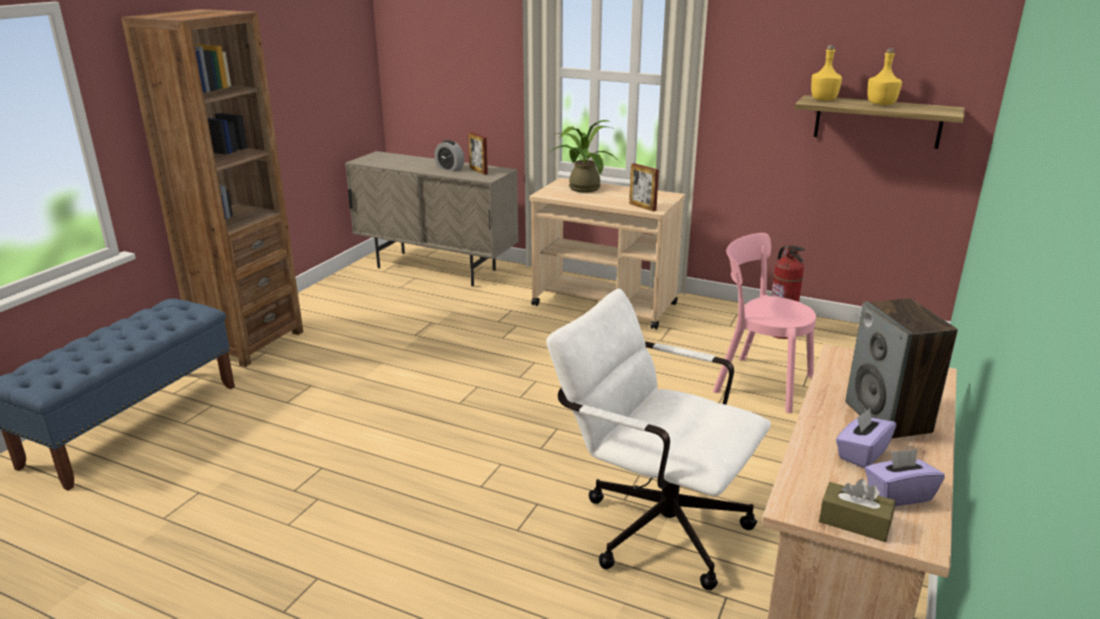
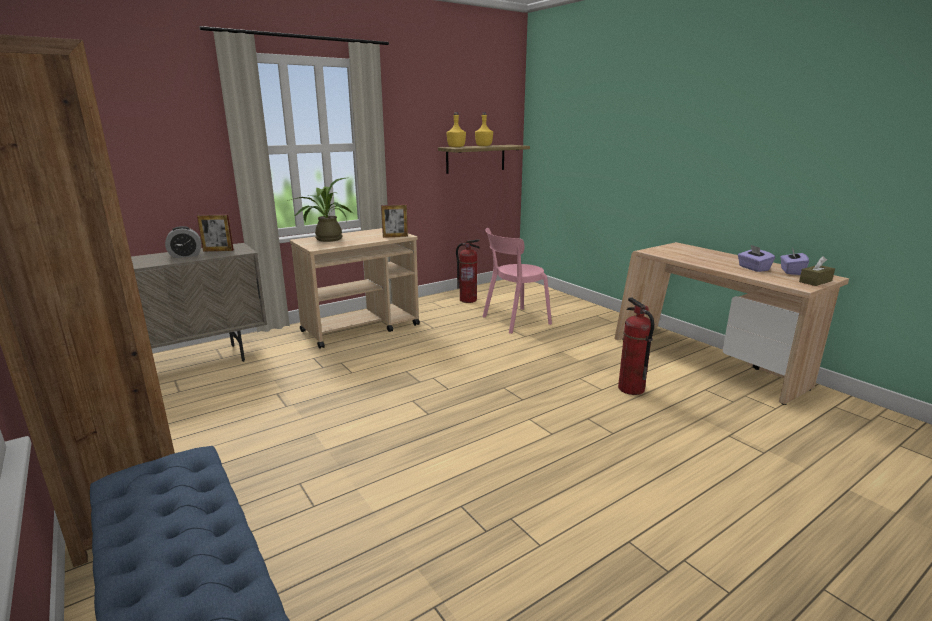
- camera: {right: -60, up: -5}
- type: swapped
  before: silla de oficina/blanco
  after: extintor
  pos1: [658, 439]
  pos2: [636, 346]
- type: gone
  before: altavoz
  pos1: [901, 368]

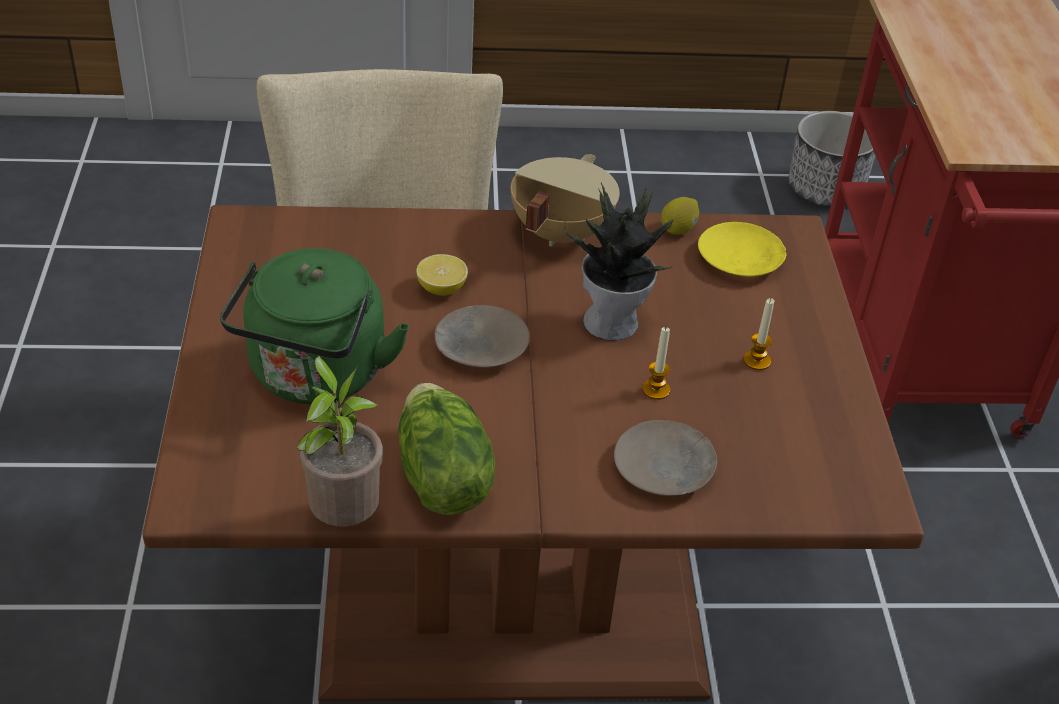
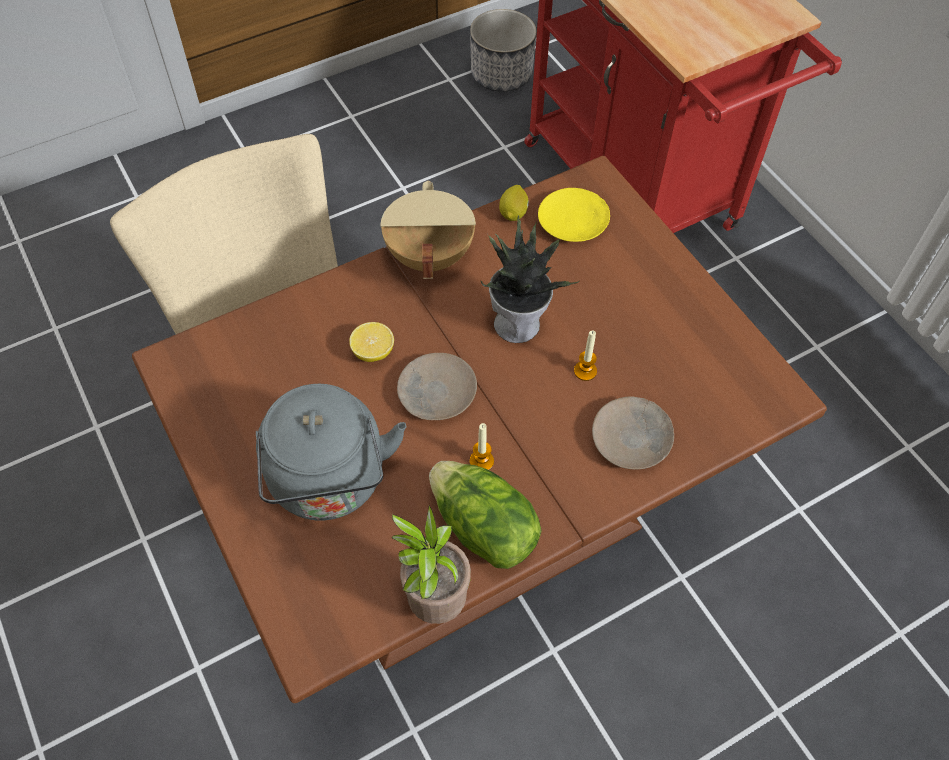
- camera: {right: -25, up: 15}
- type: repainted
  before: hervidor/verde
  after: hervidor/gris
  pos1: [315, 326]
  pos2: [331, 452]
- type: shifted
  before: vela
  pos1: [758, 334]
  pos2: [482, 446]

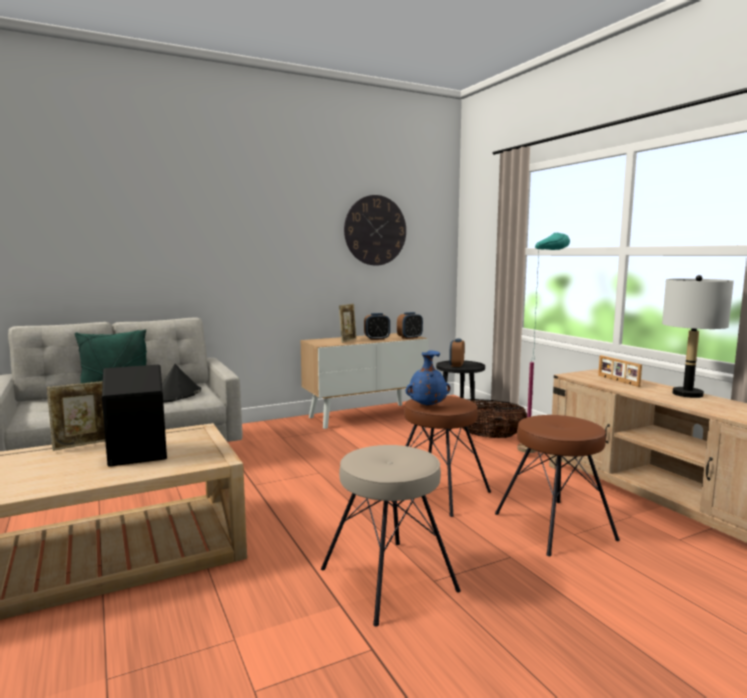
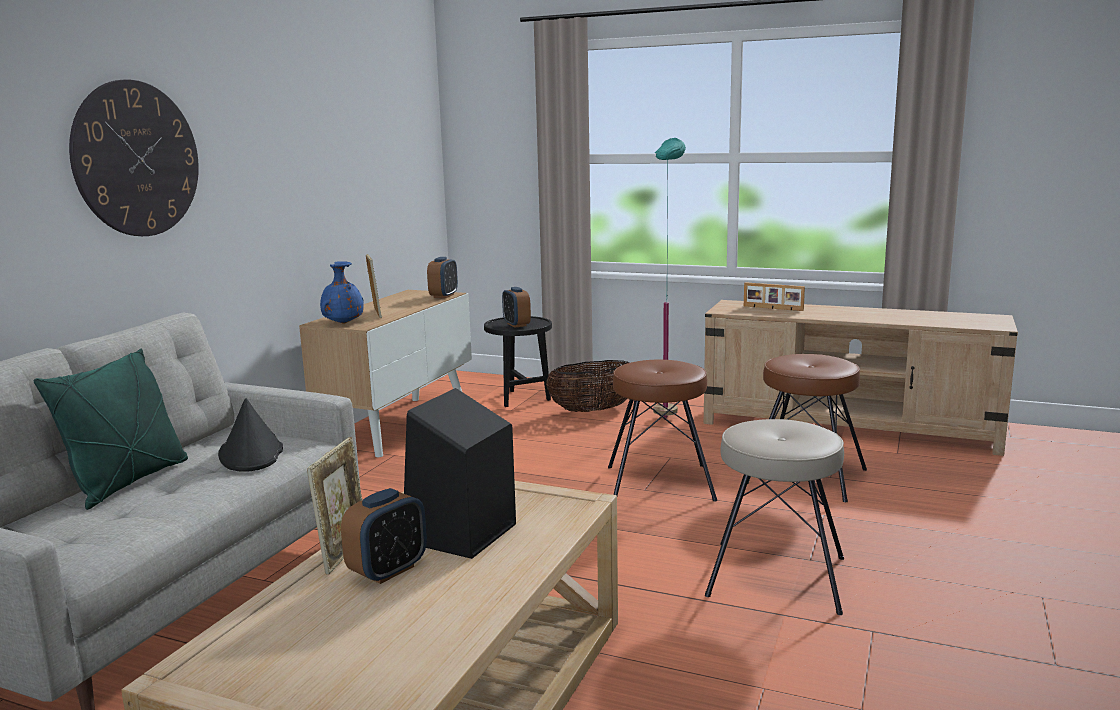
- camera: {right: -40, up: 5}
- type: shifted
  before: reloj de pared
  pos1: [375, 230]
  pos2: [134, 157]
- type: gone
  before: lámpara de mesa/gris
  pos1: [698, 336]
- type: shifted
  before: despertador
  pos1: [377, 326]
  pos2: [384, 536]
- type: shifted
  before: florero/azul
  pos1: [428, 378]
  pos2: [342, 292]

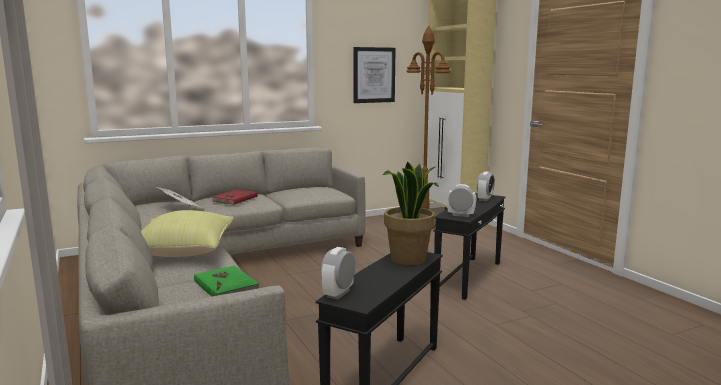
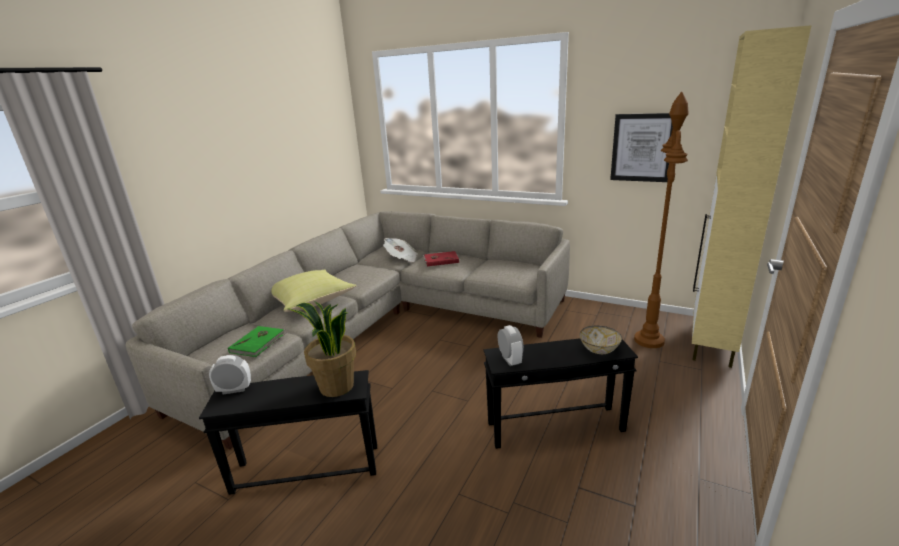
- camera: {right: 55, up: 10}
- type: swapped
  before: despertador
  after: cuenco
  pos1: [486, 186]
  pos2: [600, 339]

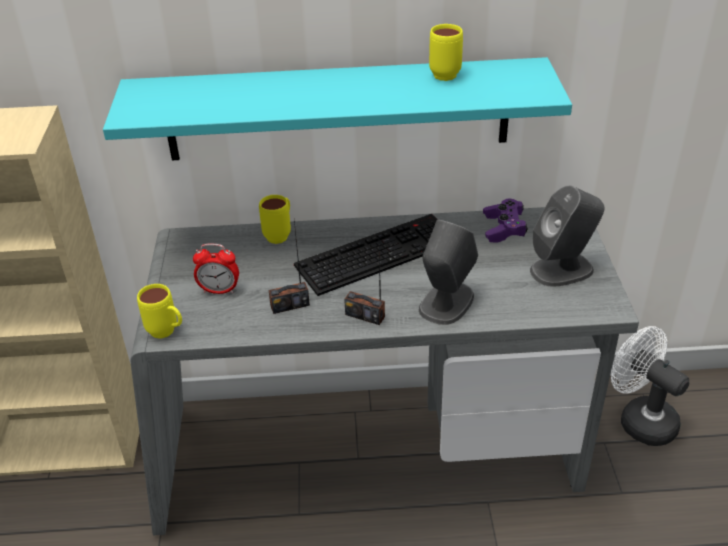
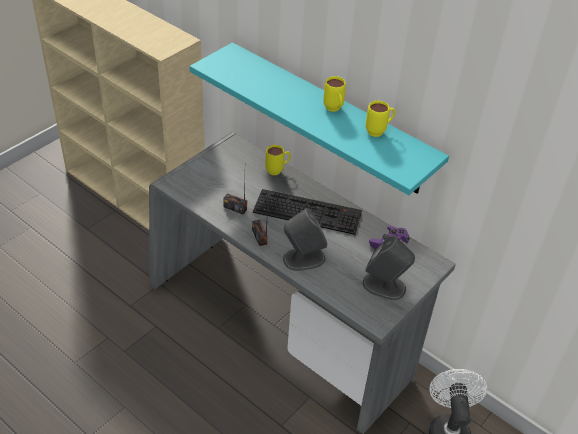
- camera: {right: 40, up: 5}
- type: gone
  before: despertador
  pos1: [216, 268]
- type: shifted
  before: taza grande/amarillo
  pos1: [159, 311]
  pos2: [334, 94]

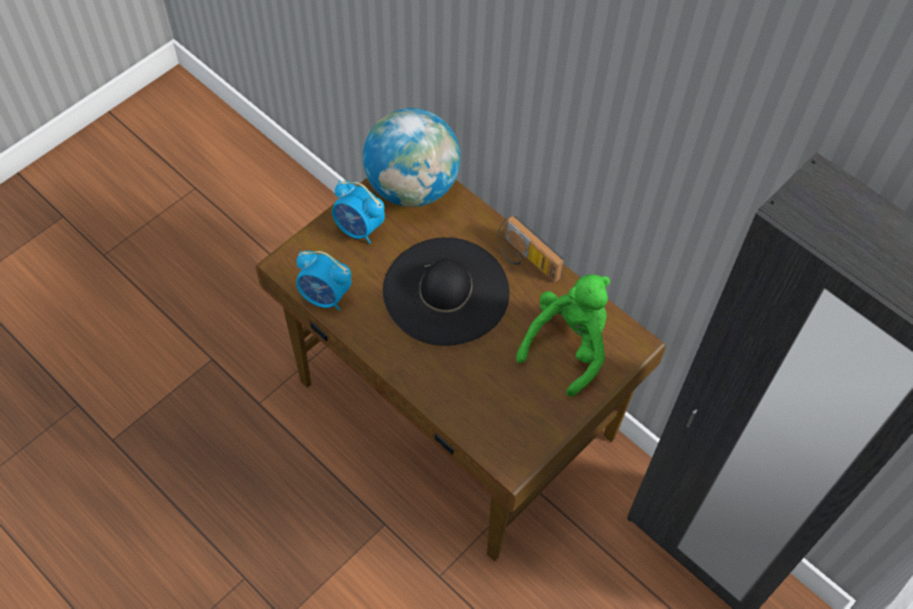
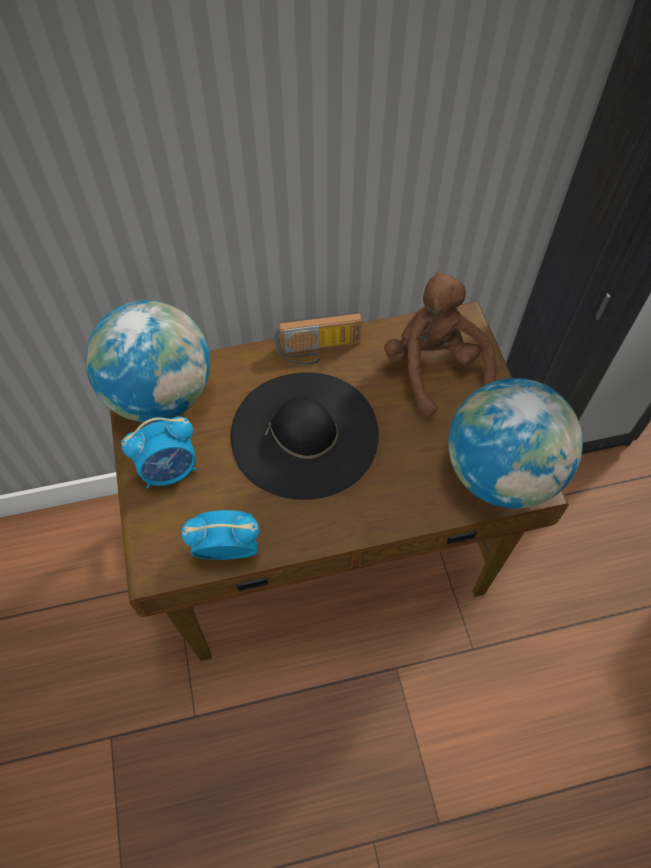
- camera: {right: -55, up: 0}
- type: rotated
  before: despertador
  pos1: [323, 281]
  pos2: [220, 535]
  turn: -150
- type: repainted
  before: peluche/verde
  after: peluche/marrón
  pos1: [563, 335]
  pos2: [440, 344]
- type: new
  after: globo terráqueo
  pos2: [515, 443]

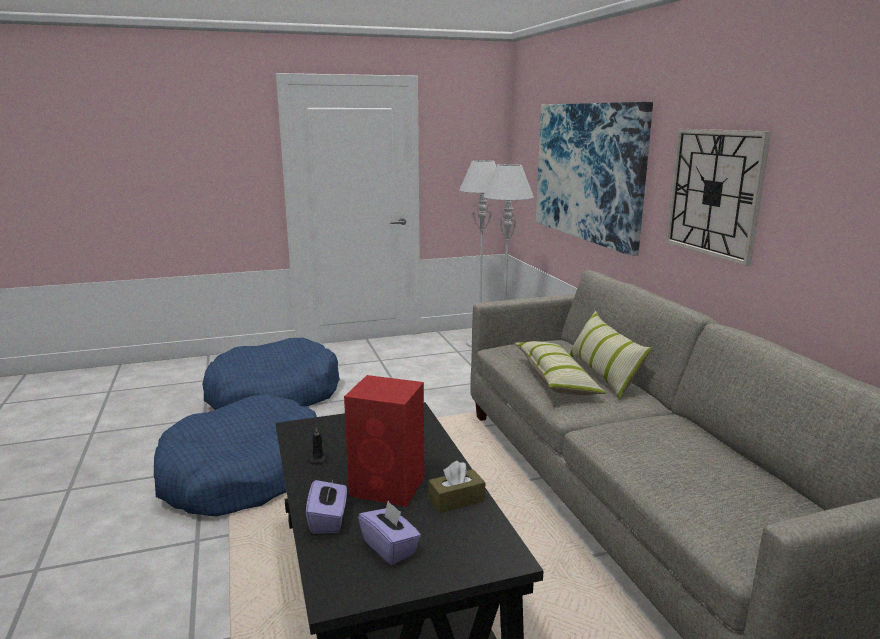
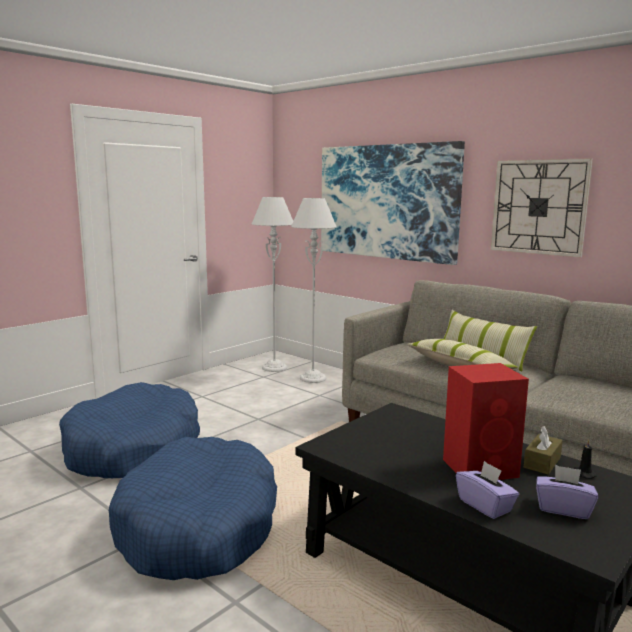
- camera: {right: -30, up: -5}
- type: shifted
  before: vela/negro
  pos1: [317, 445]
  pos2: [585, 459]

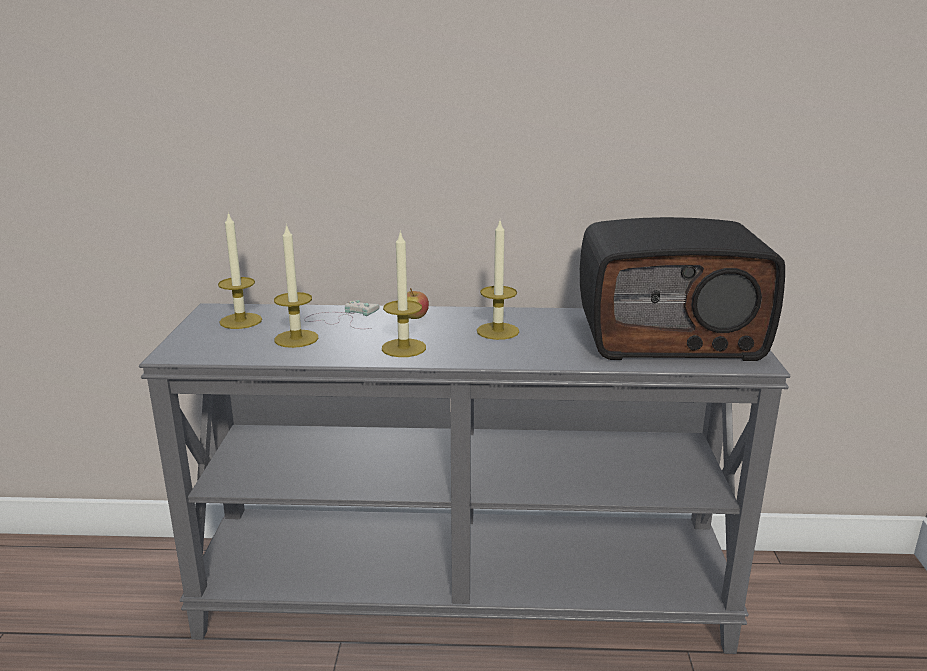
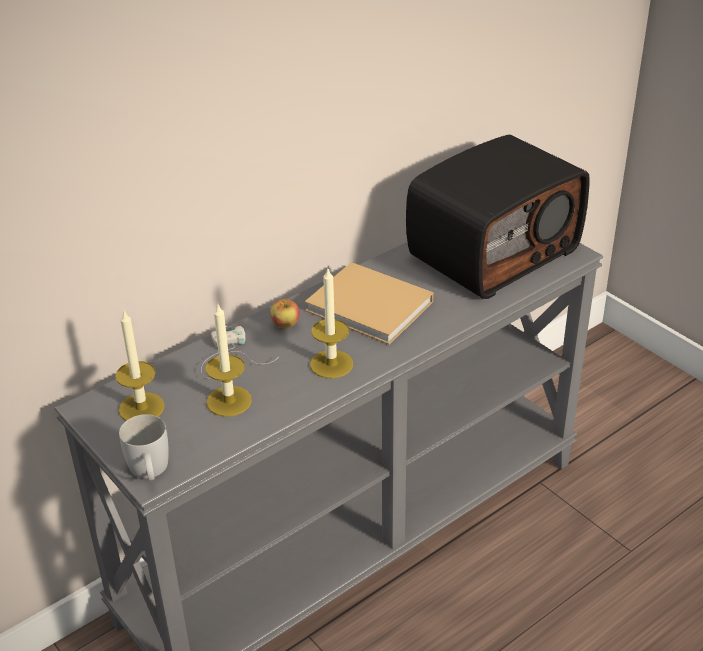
- camera: {right: -40, up: 15}
- type: swapped
  before: vela
  after: libro/beis
  pos1: [498, 280]
  pos2: [369, 303]
- type: new
  after: taza grande/blanco
  pos2: [144, 447]

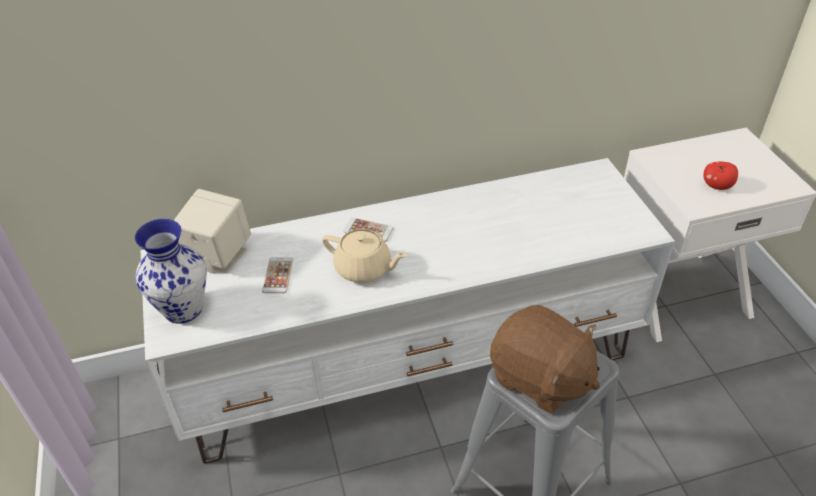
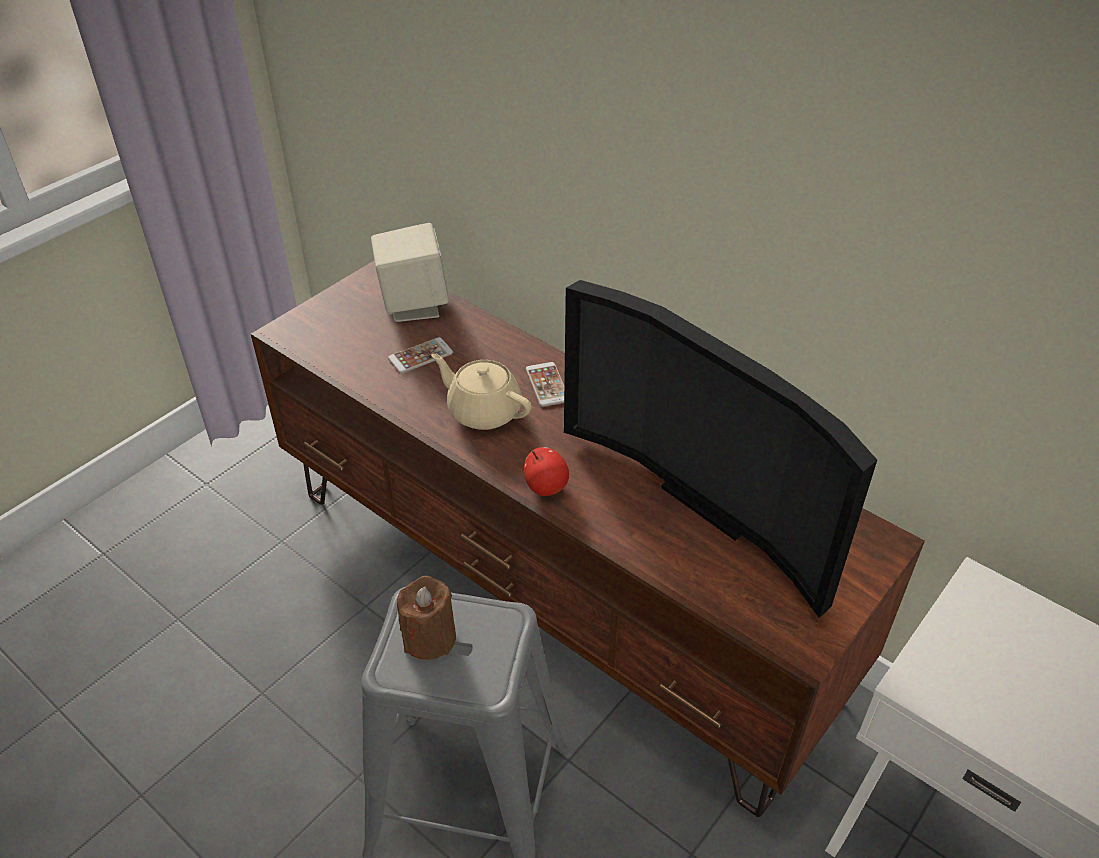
- camera: {right: 55, up: 0}
- type: repainted
  before: mueble de televisión/blanco
  after: mueble de televisión/marrón
  pos1: [408, 311]
  pos2: [588, 539]
- type: shifted
  before: manzana
  pos1: [721, 176]
  pos2: [546, 471]
- type: gone
  before: florero
  pos1: [171, 271]
- type: rotated
  before: tetera/beis
  pos1: [364, 256]
  pos2: [481, 392]
  turn: 135
- type: swapped
  before: peluche/marrón
  after: vela/marrón
  pos1: [545, 359]
  pos2: [426, 618]
- type: new
  after: televisor
  pos2: [720, 449]

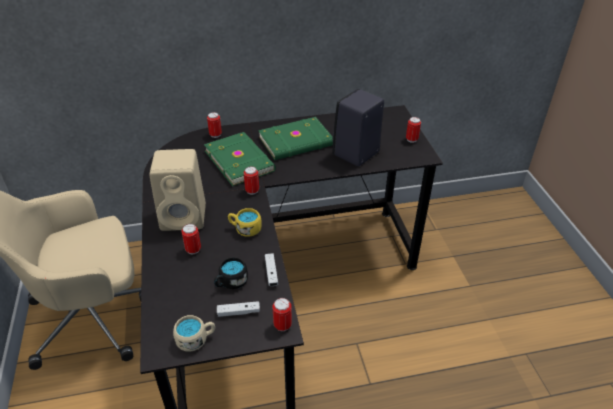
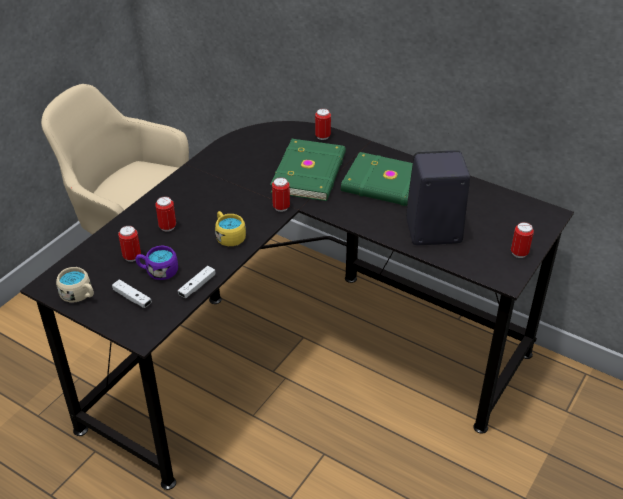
- camera: {right: 45, up: 0}
- type: gone
  before: altavoz/beis
  pos1: [178, 190]
- type: repainted
  before: taza grande/negro
  after: taza grande/morado
  pos1: [231, 273]
  pos2: [157, 263]
- type: shifted
  before: lata
  pos1: [282, 314]
  pos2: [129, 244]

